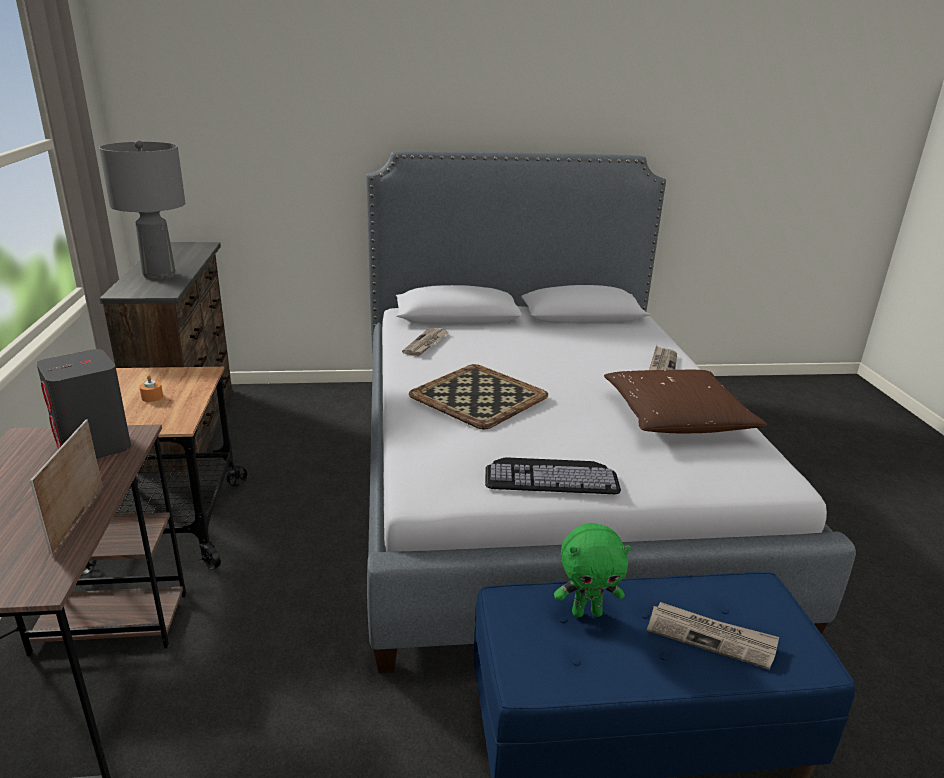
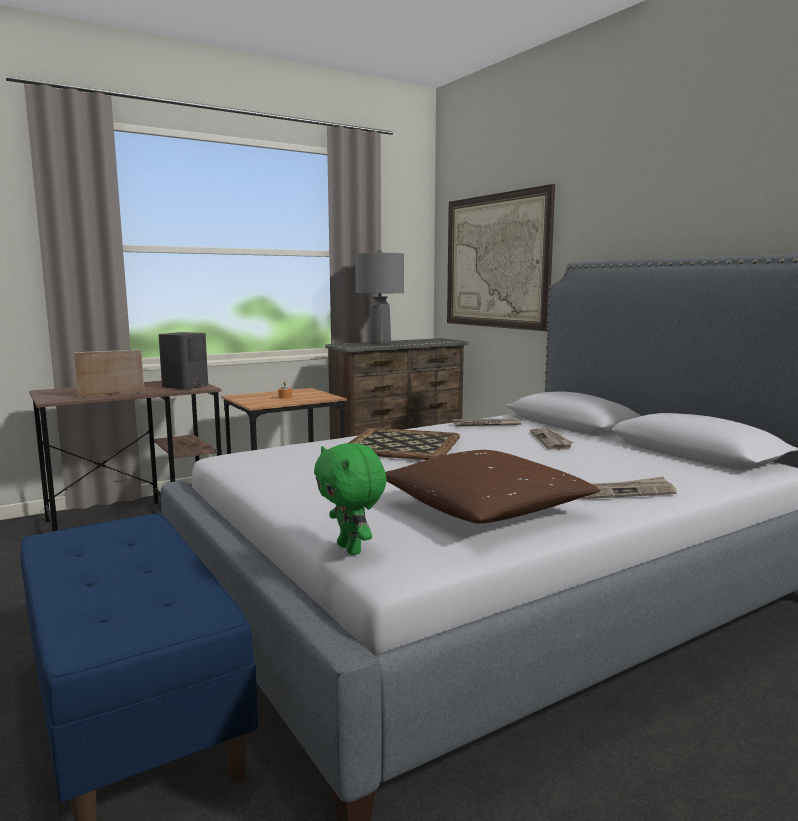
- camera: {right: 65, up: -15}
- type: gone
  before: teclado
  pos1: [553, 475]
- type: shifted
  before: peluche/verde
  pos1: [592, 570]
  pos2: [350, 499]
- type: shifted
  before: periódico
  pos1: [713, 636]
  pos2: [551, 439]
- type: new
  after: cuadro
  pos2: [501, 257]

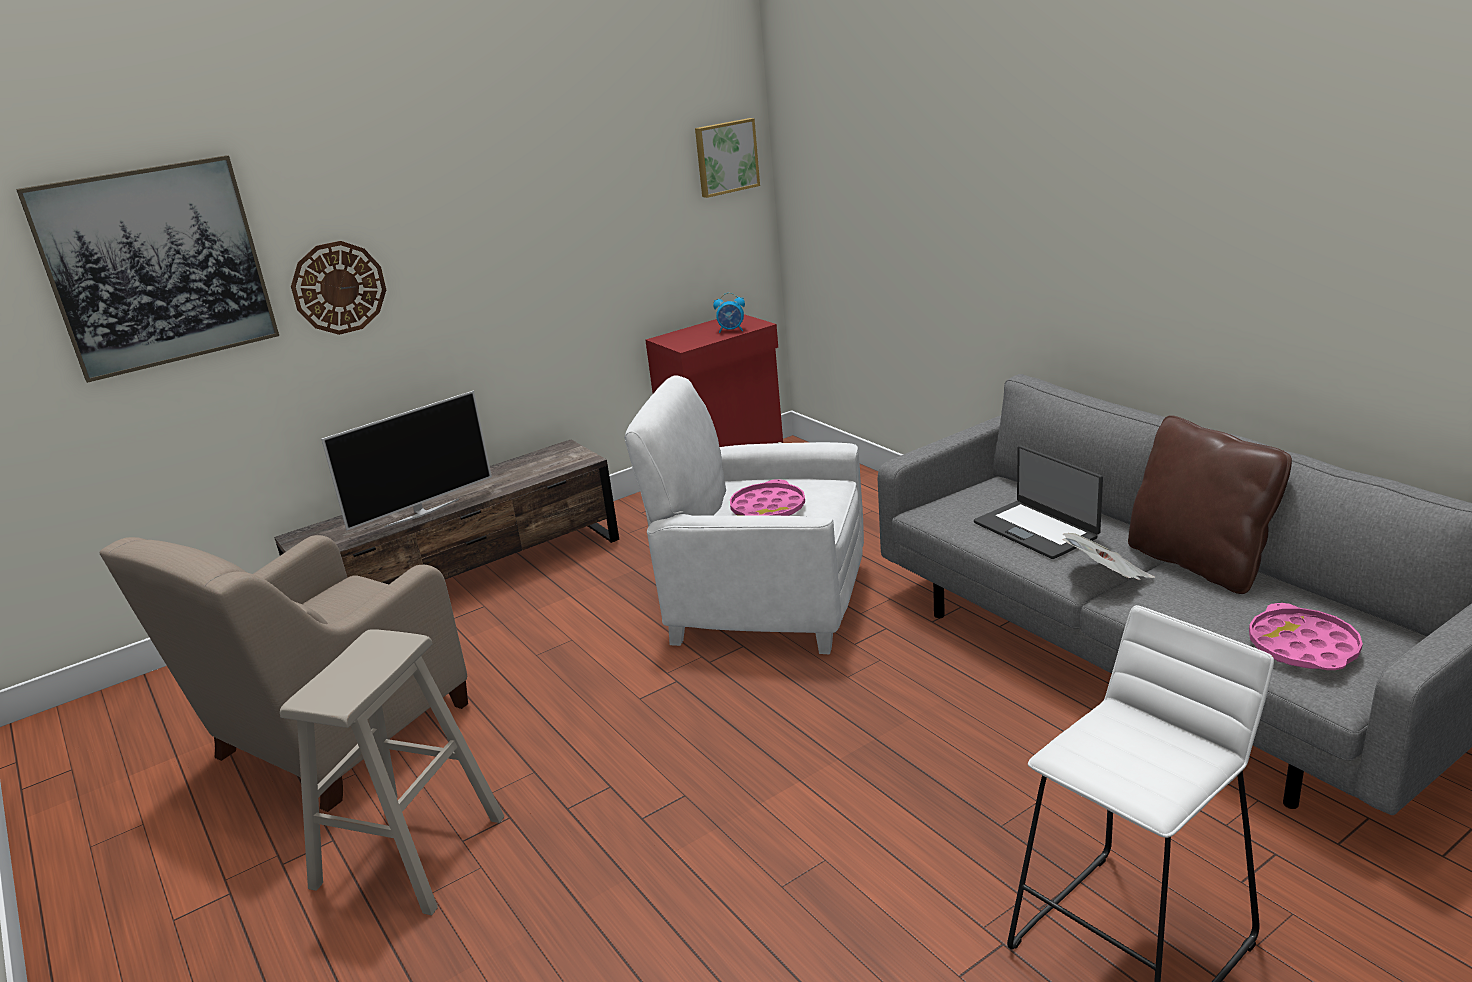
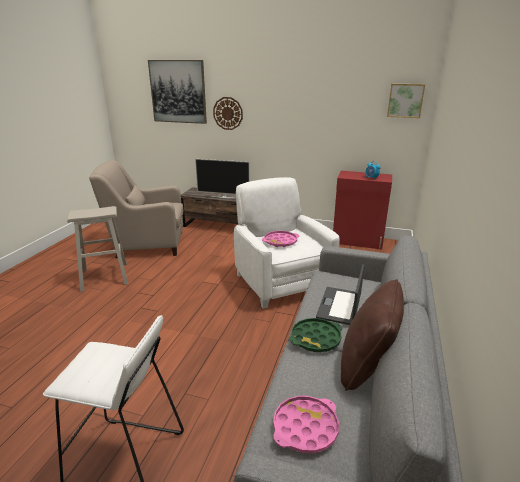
- camera: {right: 50, up: 0}
- type: swapped
  before: periódico
  after: bandeja/verde
  pos1: [1108, 556]
  pos2: [316, 335]

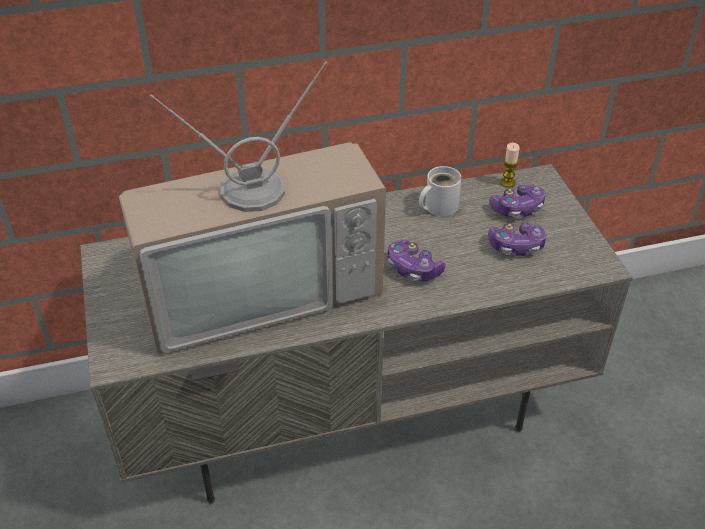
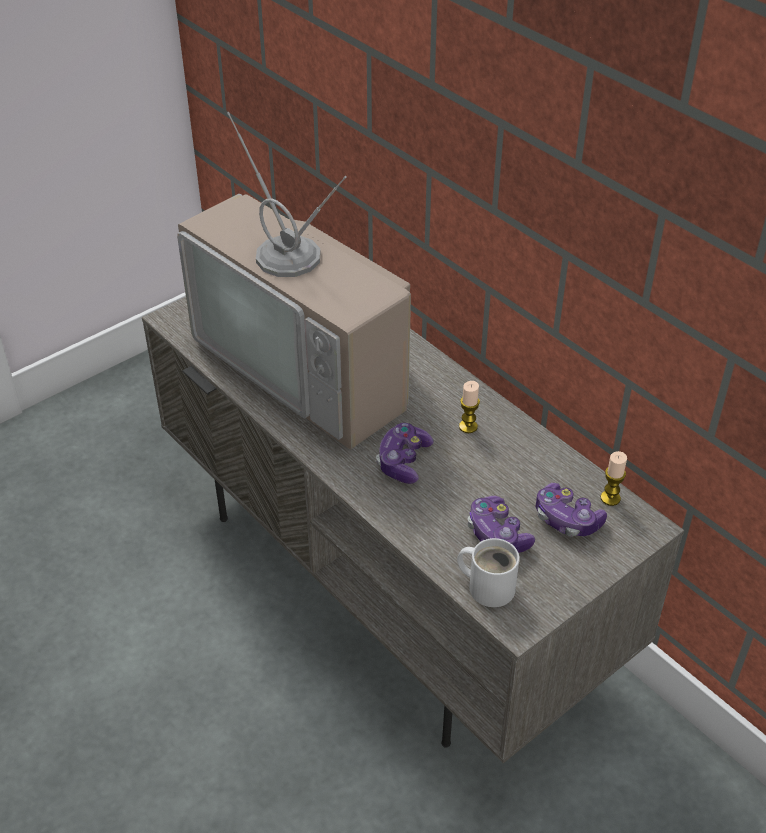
- camera: {right: 65, up: 0}
- type: shifted
  before: taza grande/blanco
  pos1: [440, 191]
  pos2: [488, 572]
- type: new
  after: vela
  pos2: [469, 407]

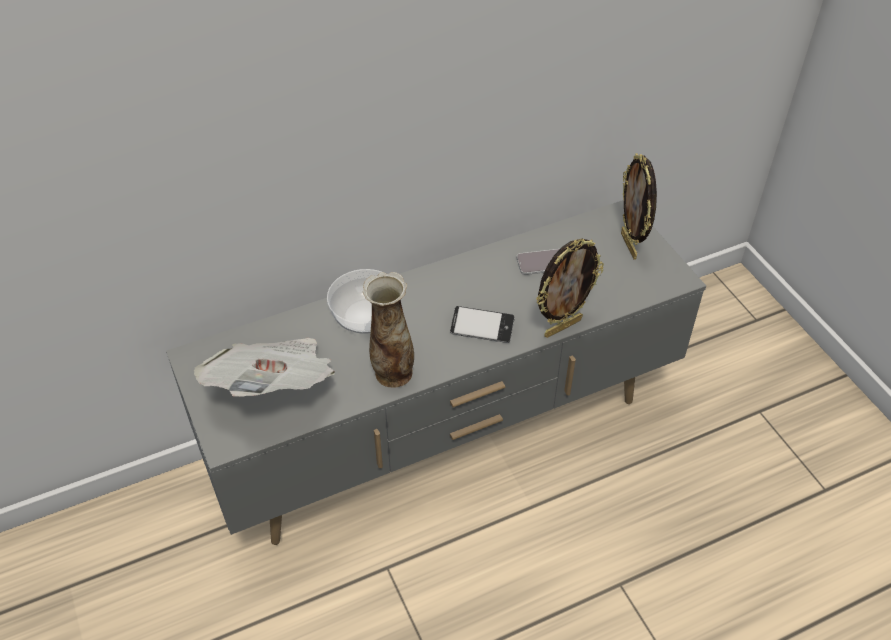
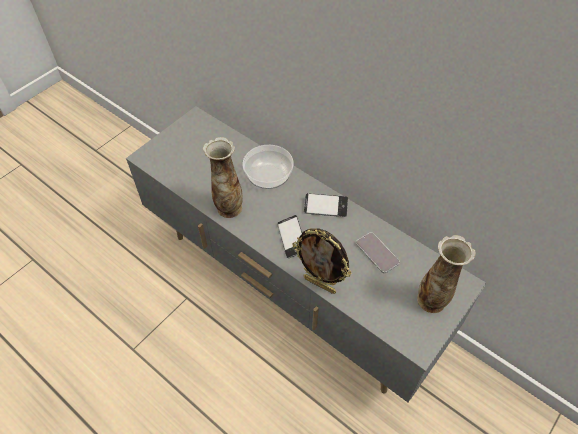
- camera: {right: 65, up: 5}
- type: swapped
  before: portarretratos
  after: florero
  pos1: [639, 206]
  pos2: [446, 274]
- type: gone
  before: periódico
  pos1: [264, 367]
- type: new
  after: móvil
  pos2: [326, 205]

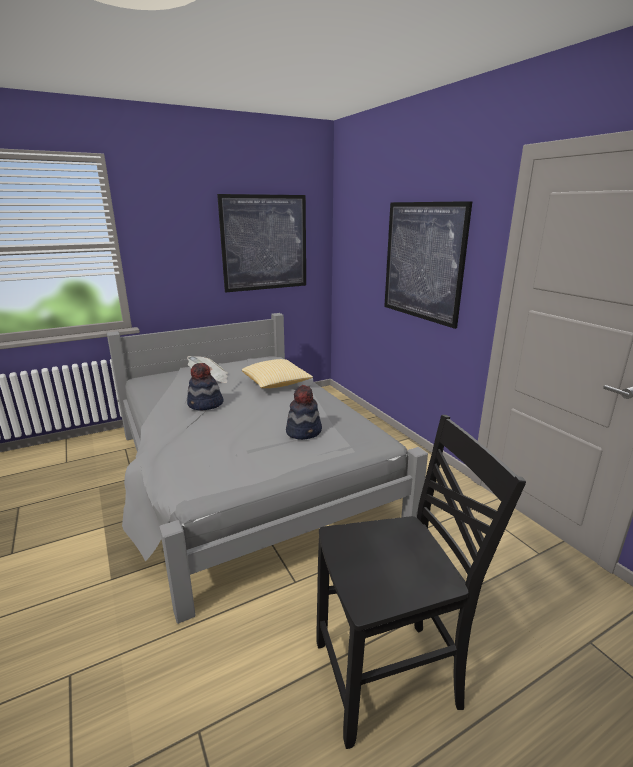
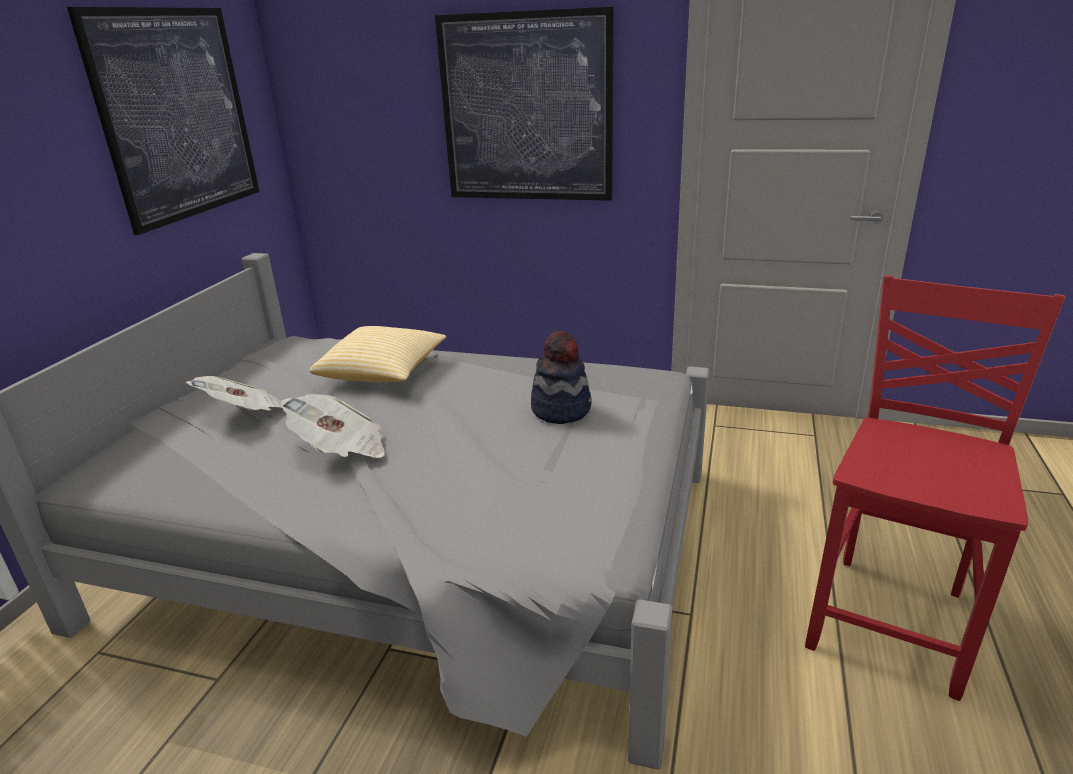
- camera: {right: -45, up: 5}
- type: swapped
  before: sombrero
  after: periódico
  pos1: [205, 386]
  pos2: [333, 426]
- type: repainted
  before: silla/negro
  after: silla/rojo
  pos1: [421, 582]
  pos2: [935, 488]

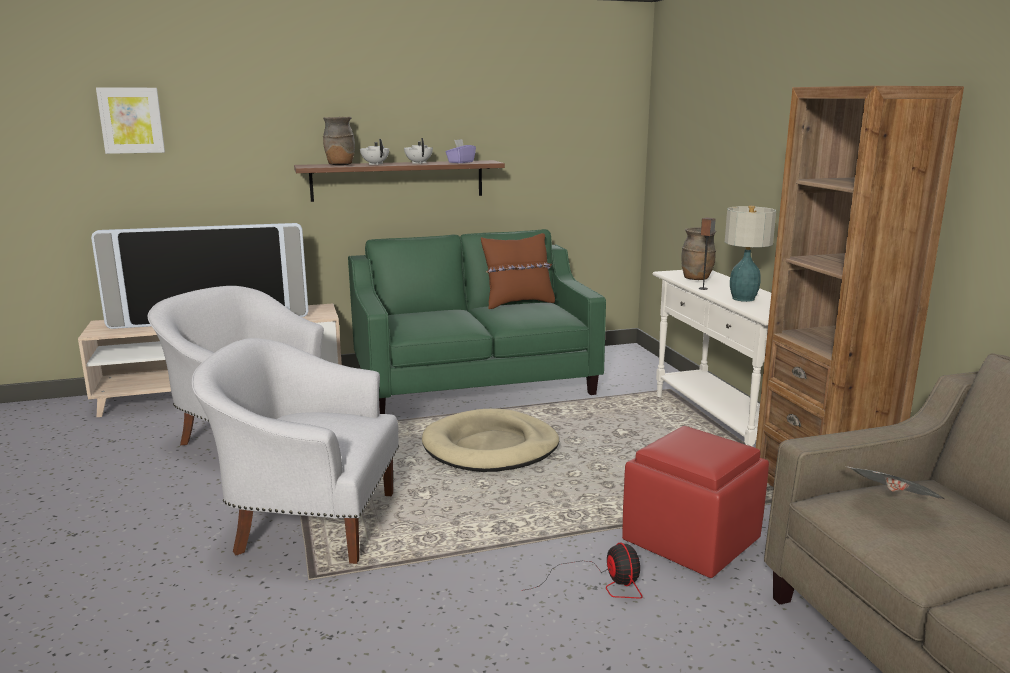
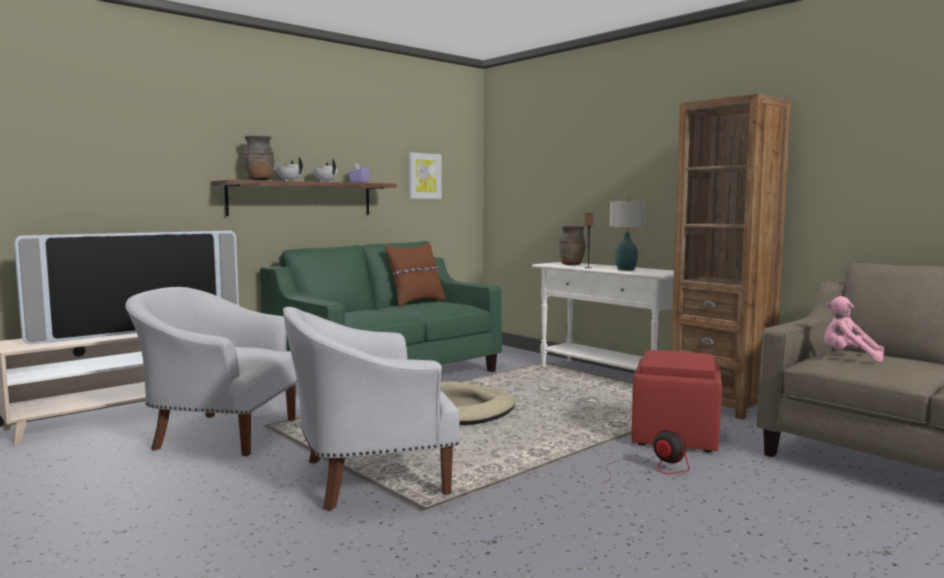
- camera: {right: -25, up: -10}
- type: shifted
  before: cuadro
  pos1: [130, 120]
  pos2: [425, 175]
- type: swapped
  before: periódico
  after: peluche/rosa
  pos1: [895, 482]
  pos2: [854, 329]

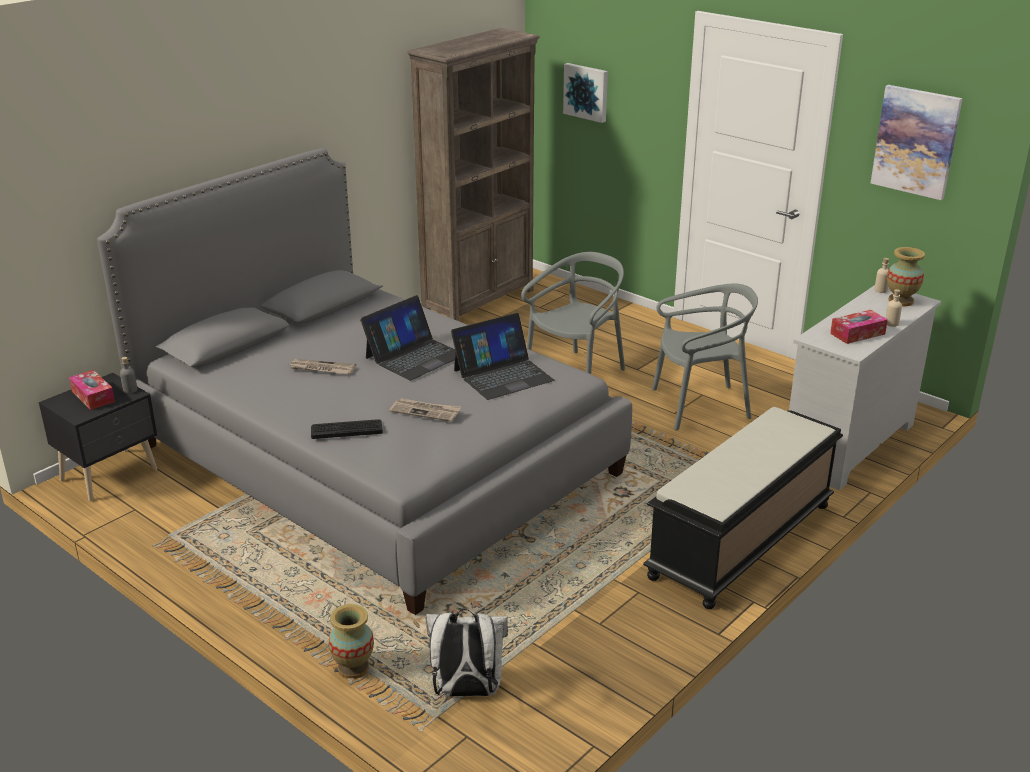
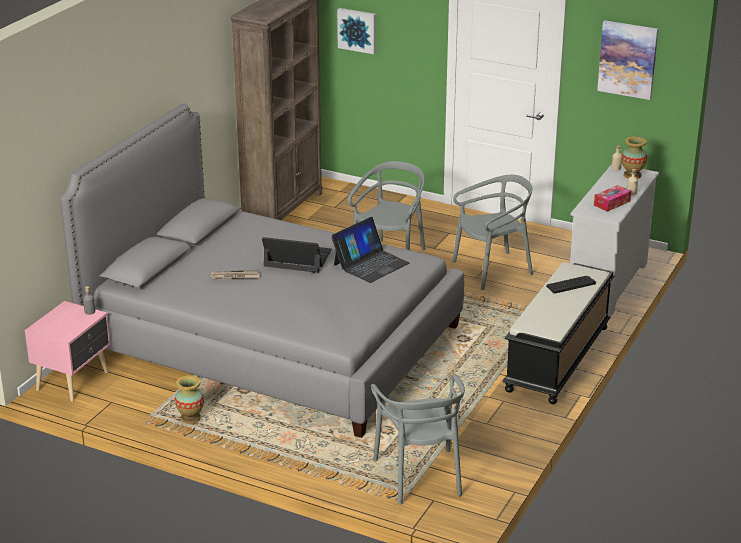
- camera: {right: -15, up: 0}
- type: rotated
  before: portátil
  pos1: [407, 338]
  pos2: [297, 255]
  turn: -105
- type: gone
  before: caja de pañuelos
  pos1: [92, 390]
- type: repainted
  before: mesita de noche/negro
  after: mesita de noche/rosa
  pos1: [98, 437]
  pos2: [68, 351]
- type: gone
  before: periódico
  pos1: [425, 410]
- type: shifted
  before: teclado
  pos1: [347, 429]
  pos2: [571, 285]
- type: shifted
  before: florero
  pos1: [351, 641]
  pos2: [189, 399]
- type: swapped
  before: mochila/blanco
  after: silla/gris
  pos1: [467, 653]
  pos2: [418, 439]

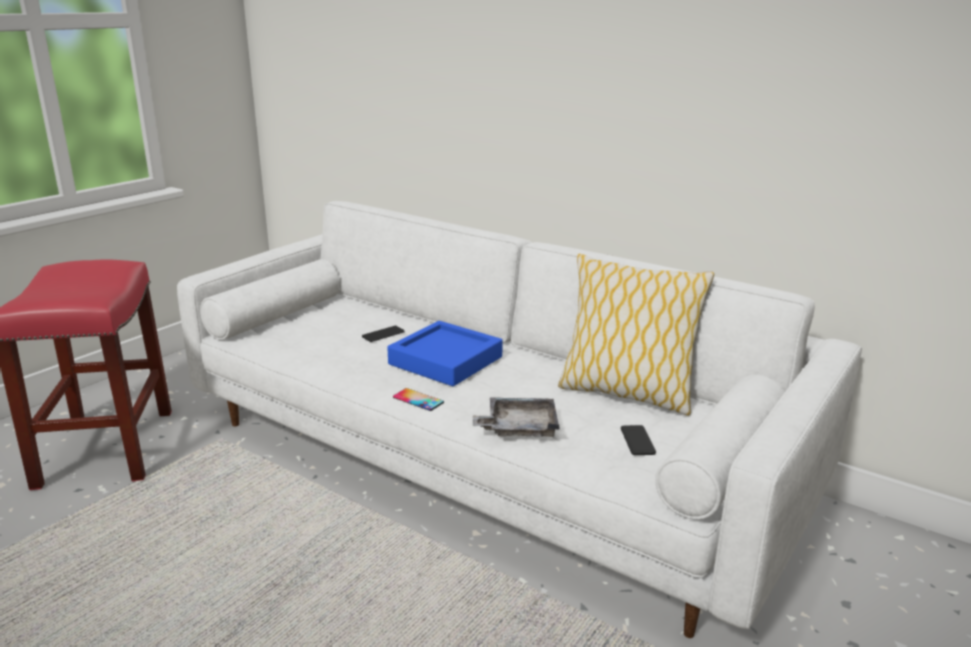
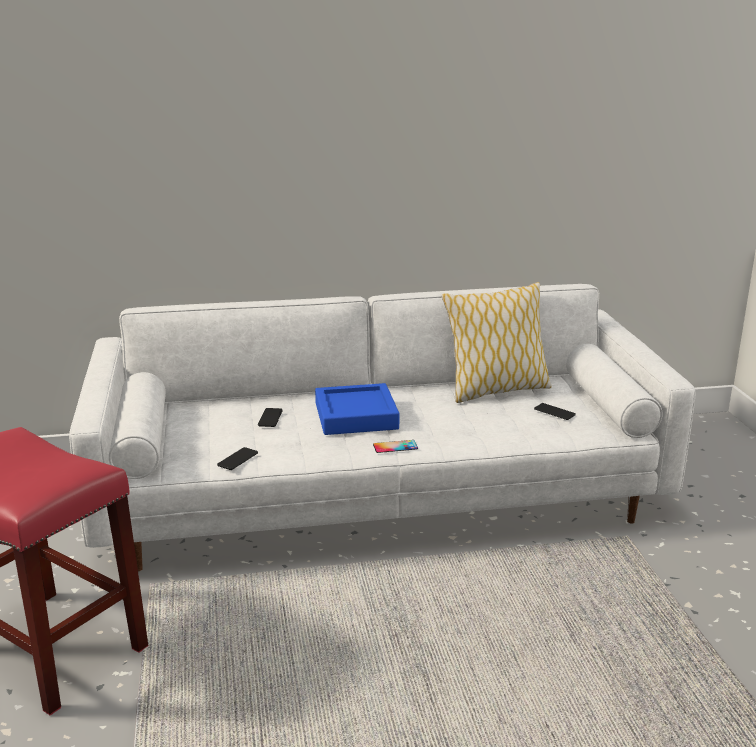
- camera: {right: -45, up: 0}
- type: gone
  before: bandeja/gris
  pos1: [516, 417]
- type: new
  after: móvil
  pos2: [237, 458]

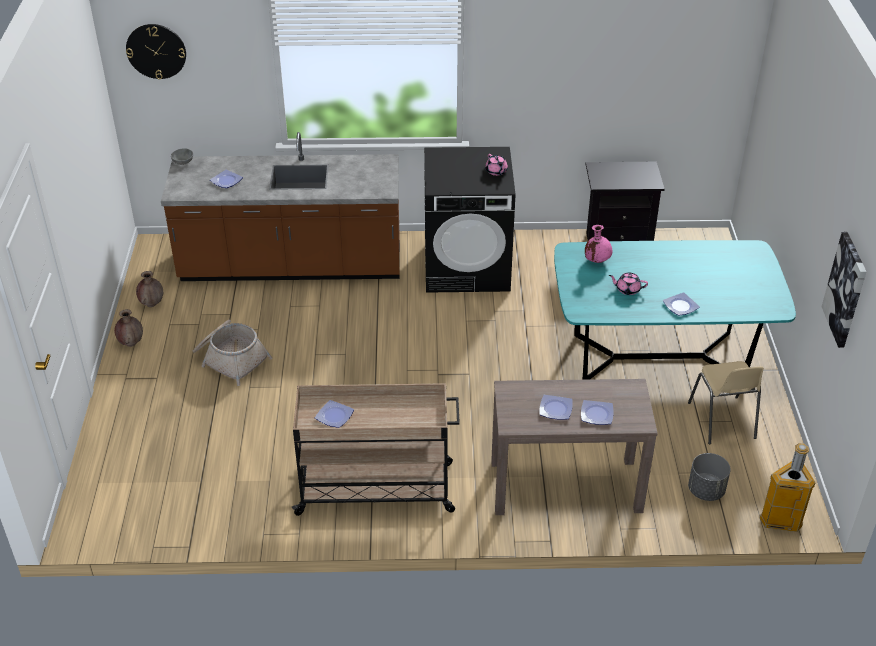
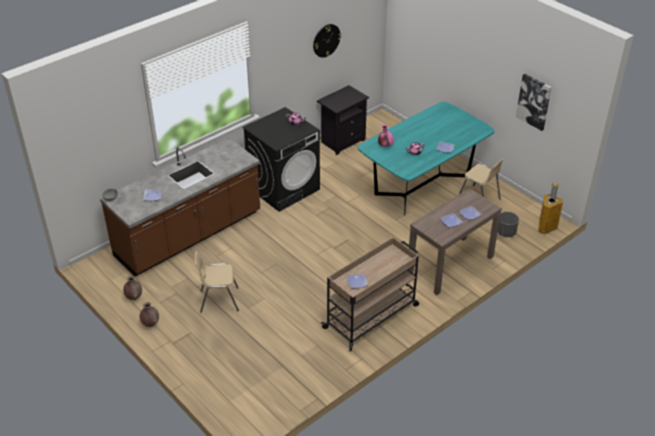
- camera: {right: -40, up: 0}
- type: shifted
  before: reloj de pared
  pos1: [156, 52]
  pos2: [327, 41]
- type: swapped
  before: cesta
  after: silla/beis
  pos1: [232, 353]
  pos2: [217, 282]

